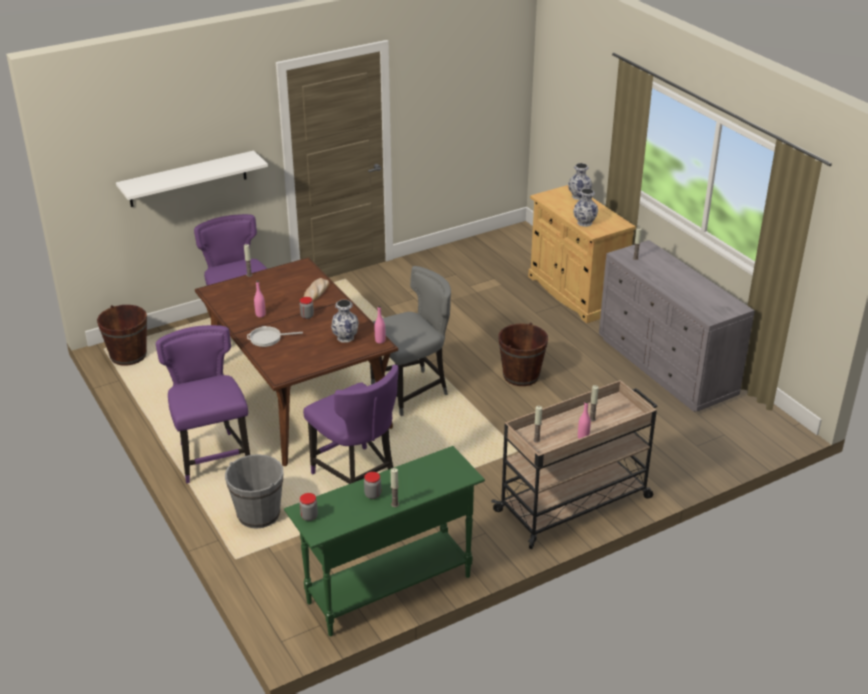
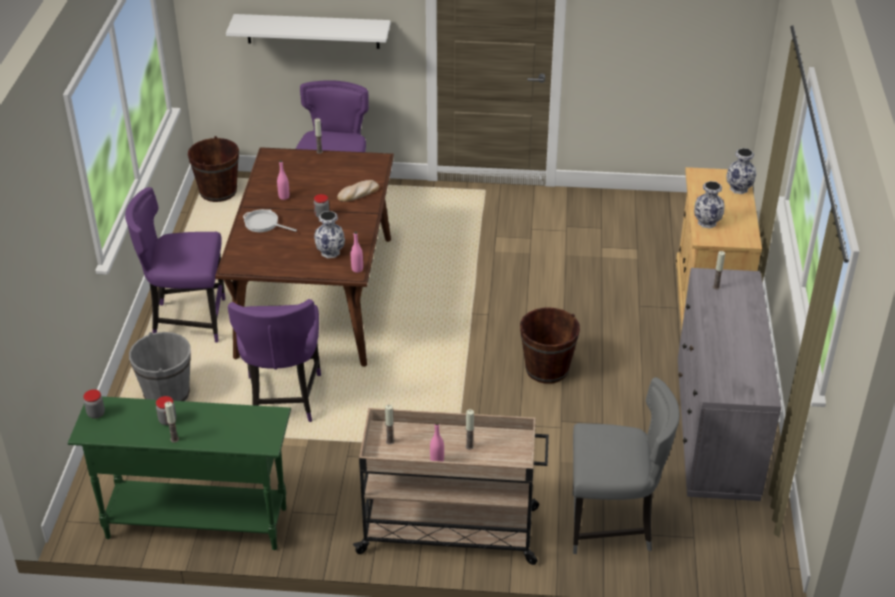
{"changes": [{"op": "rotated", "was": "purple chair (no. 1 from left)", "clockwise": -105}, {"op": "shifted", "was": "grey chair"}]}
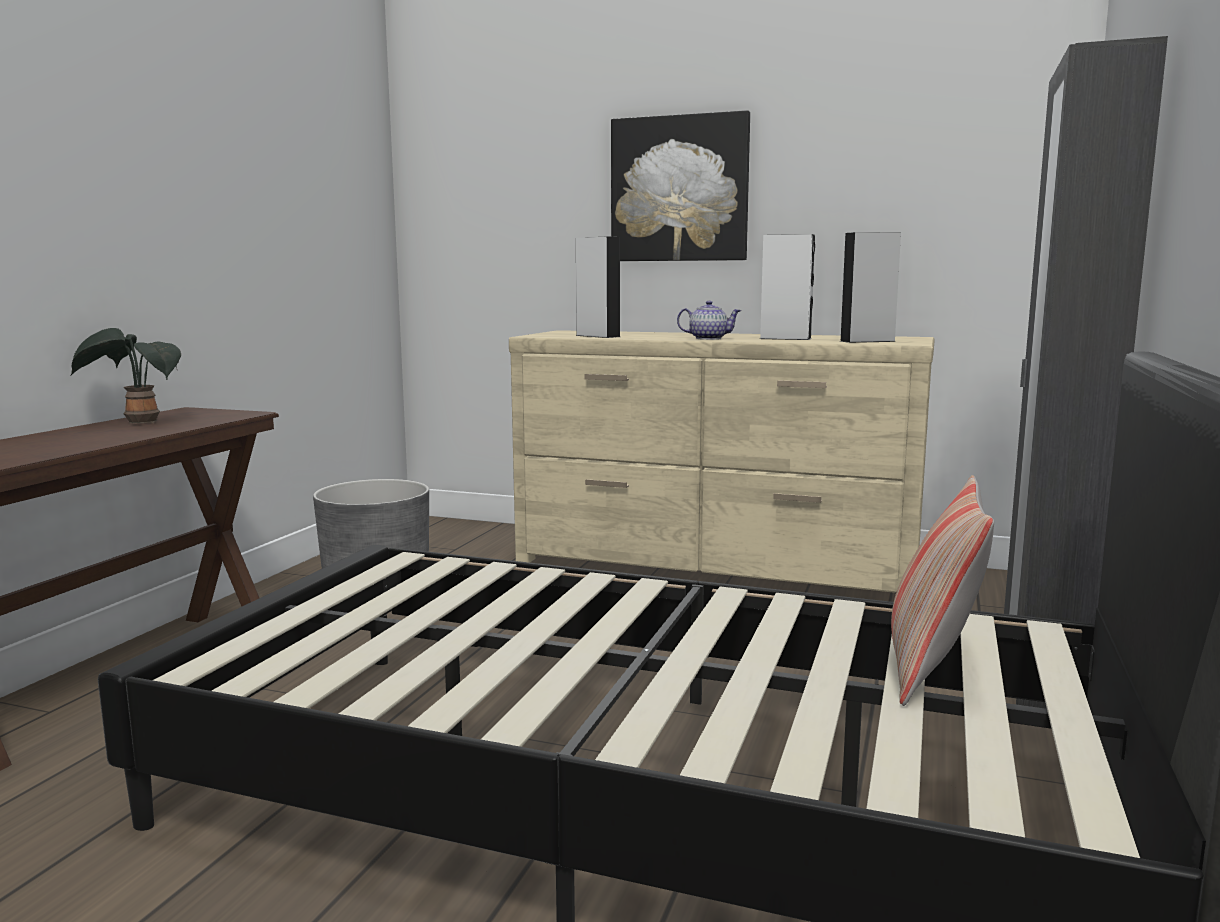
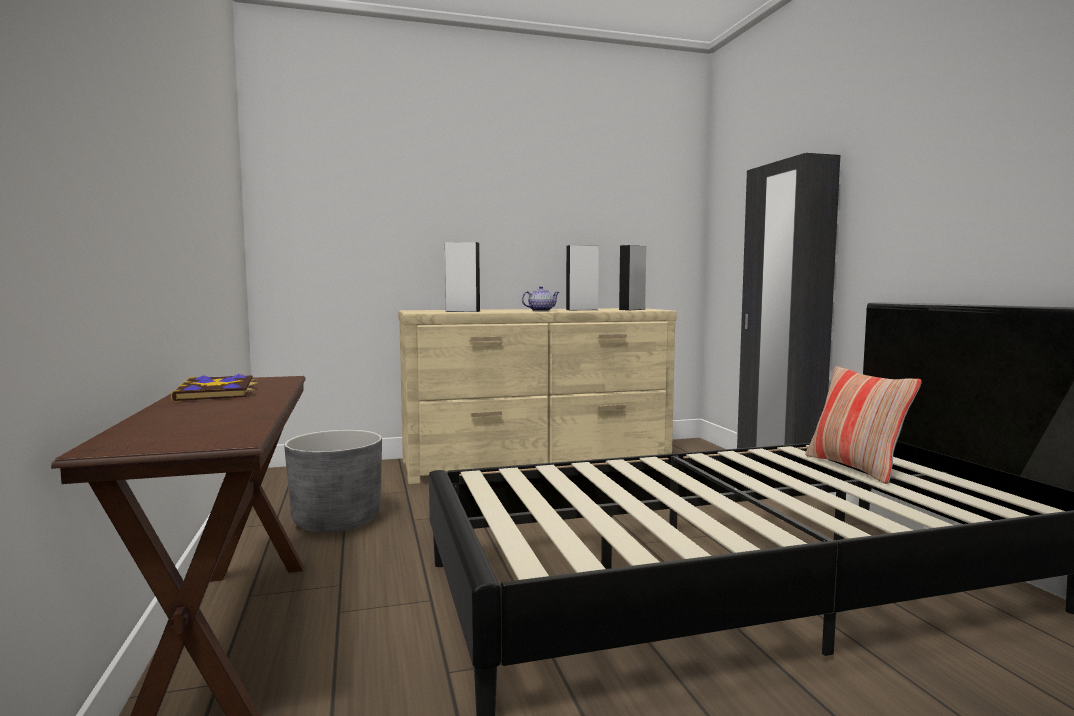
{"changes": [{"op": "swapped", "was": "potted plant", "now": "book"}, {"op": "gone", "was": "picture"}]}
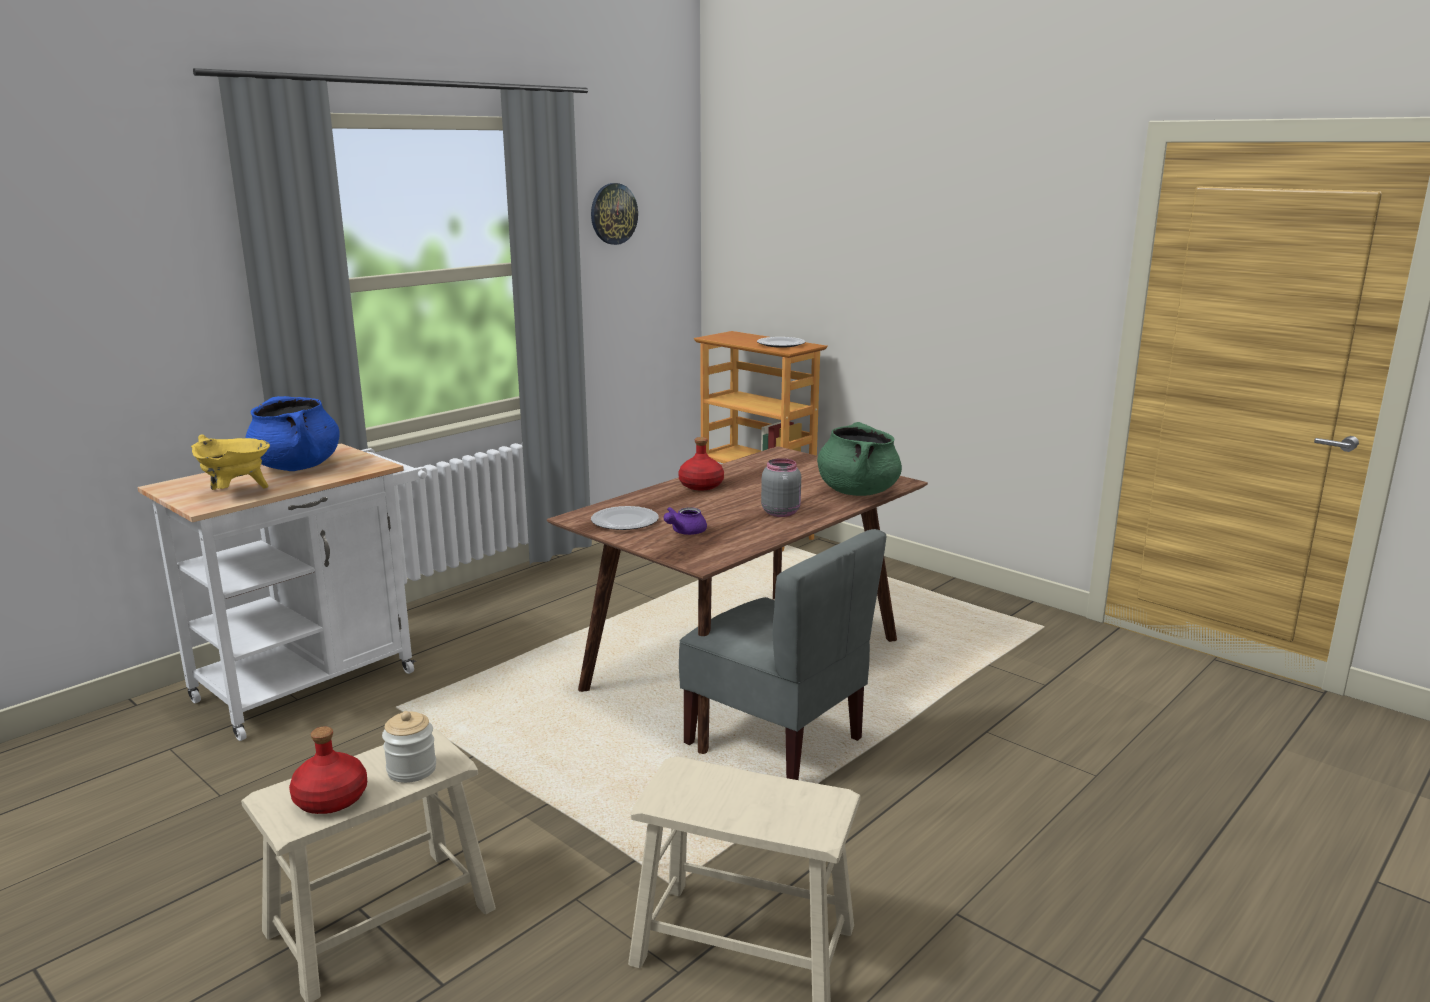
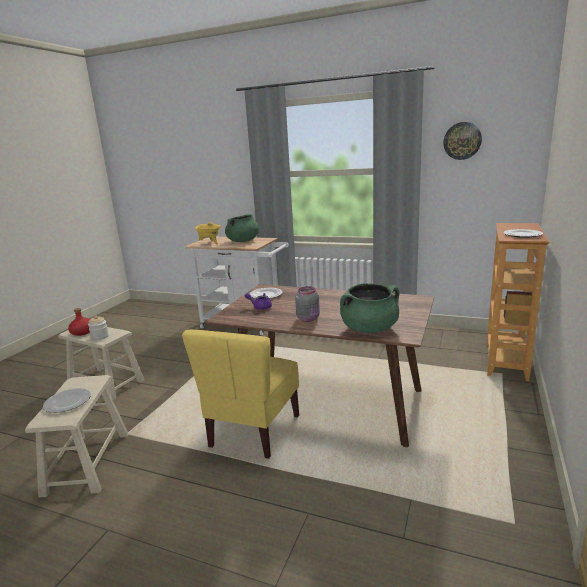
{"changes": [{"op": "repainted", "was": "blue cooking pot", "now": "green cooking pot (no. 1 from left)"}, {"op": "gone", "was": "red bottle (no. 2 from left)"}, {"op": "repainted", "was": "grey chair", "now": "yellow chair"}, {"op": "new", "now": "plate (no. 1 from left)"}]}
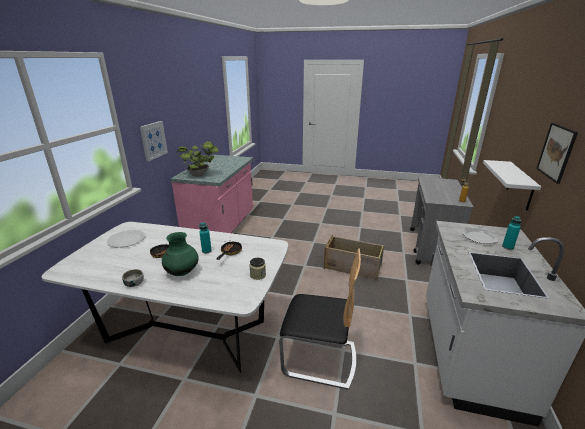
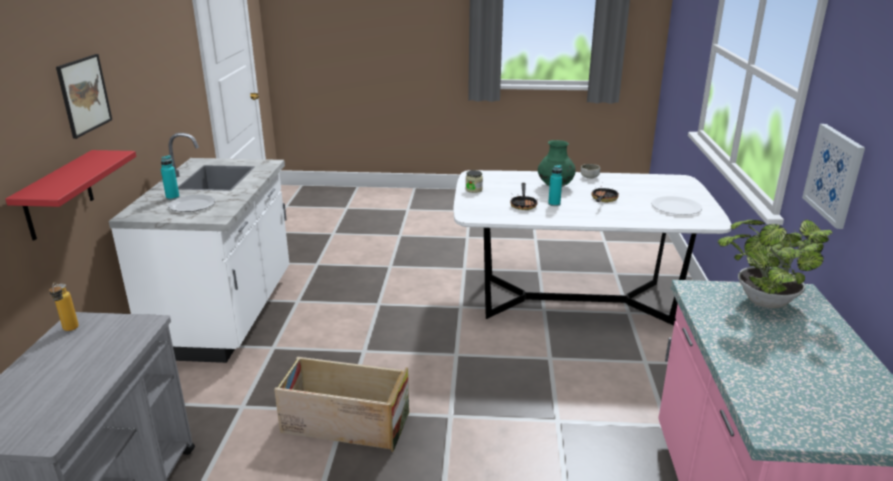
{"changes": [{"op": "gone", "was": "chair"}, {"op": "repainted", "was": "white shelf", "now": "red shelf"}]}
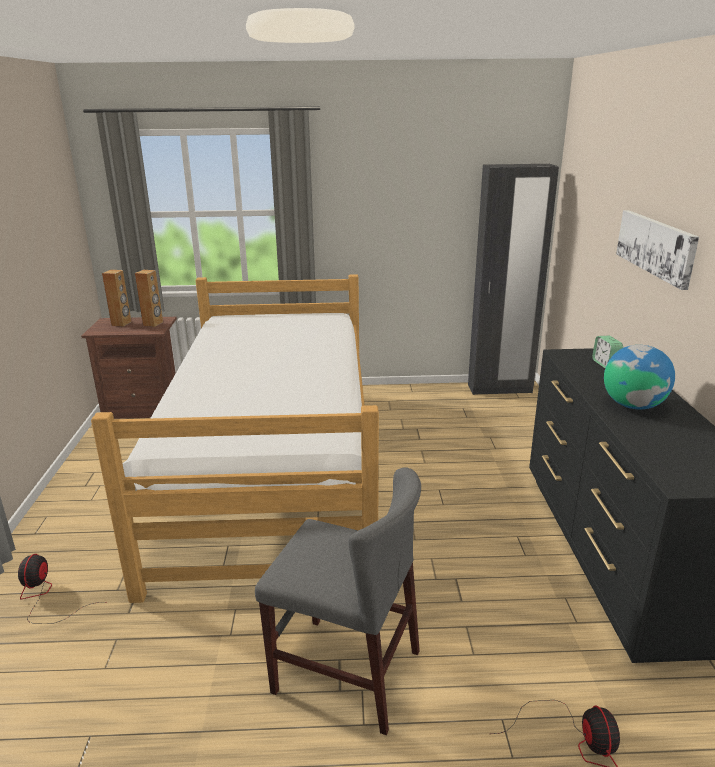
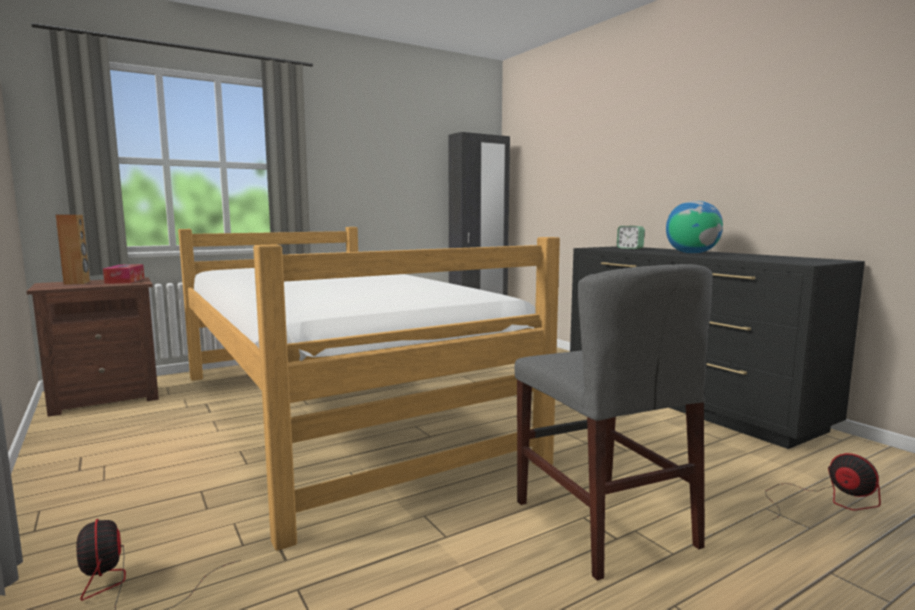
{"changes": [{"op": "swapped", "was": "brown speaker (no. 2 from left)", "now": "tissue box"}, {"op": "rotated", "was": "grey chair", "clockwise": 75}, {"op": "gone", "was": "picture"}]}
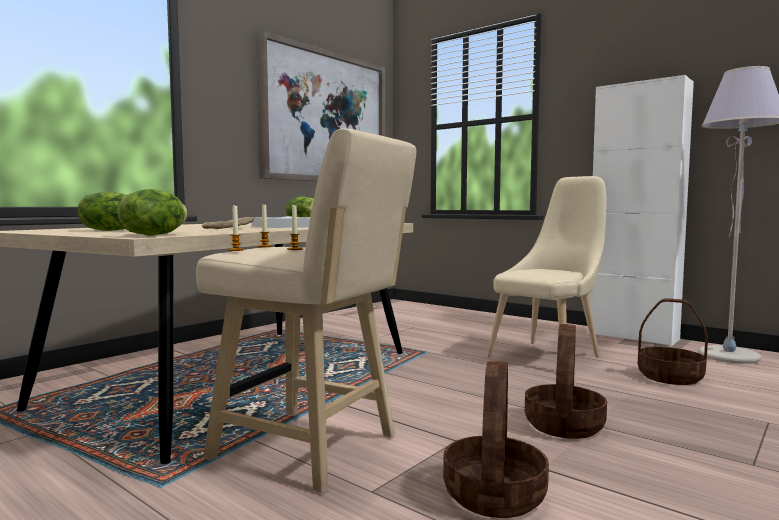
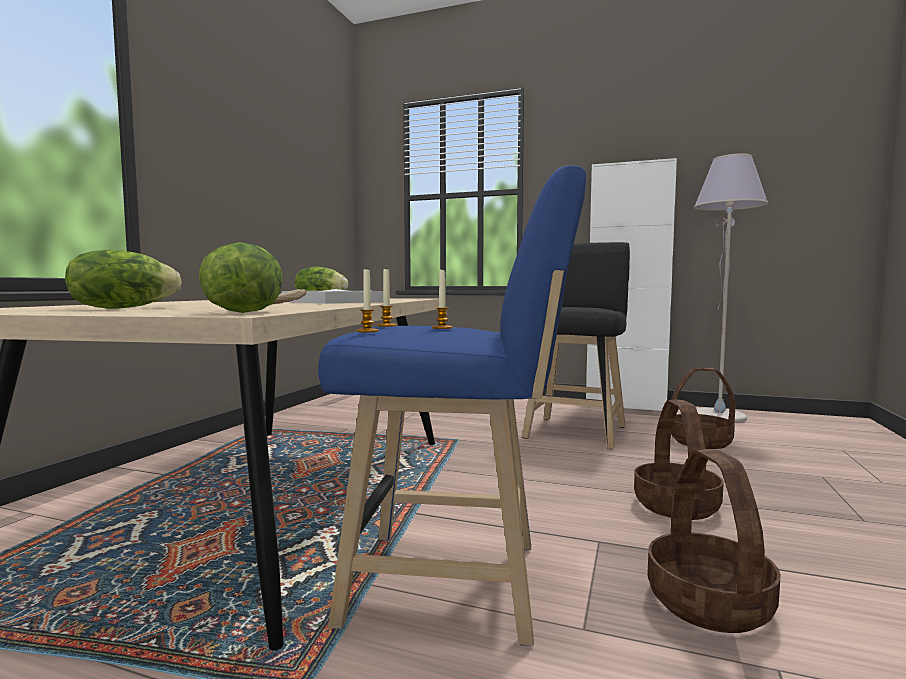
{"changes": [{"op": "repainted", "was": "beige stool", "now": "blue stool"}, {"op": "gone", "was": "picture"}, {"op": "swapped", "was": "beige chair", "now": "black stool"}]}
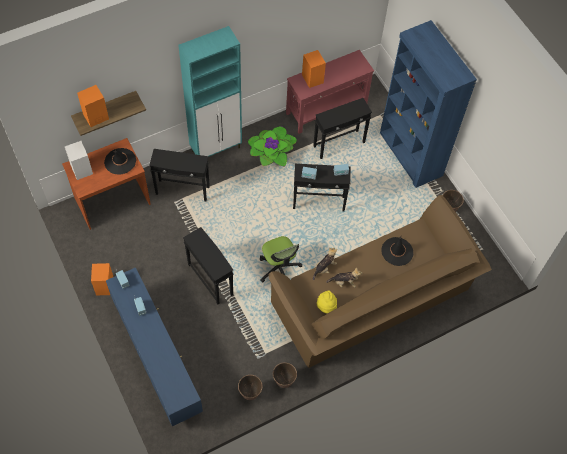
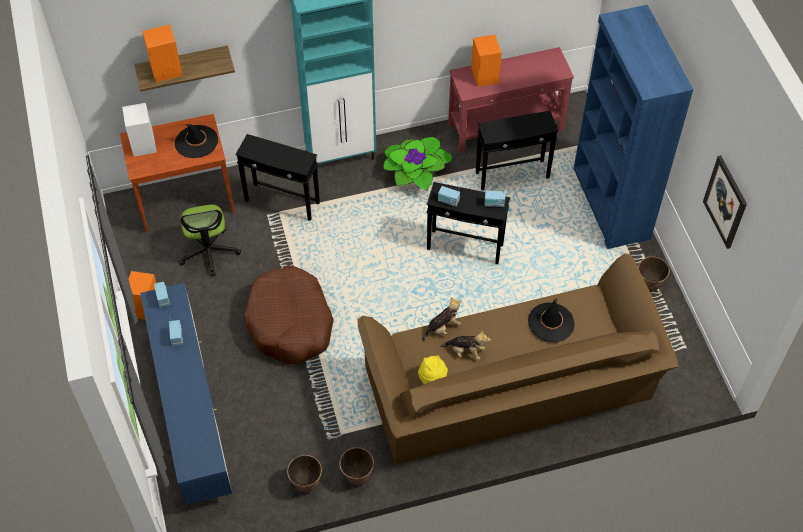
{"changes": [{"op": "swapped", "was": "black side table (no. 2 from left)", "now": "brown dog bed"}, {"op": "shifted", "was": "office chair"}, {"op": "new", "now": "picture"}]}
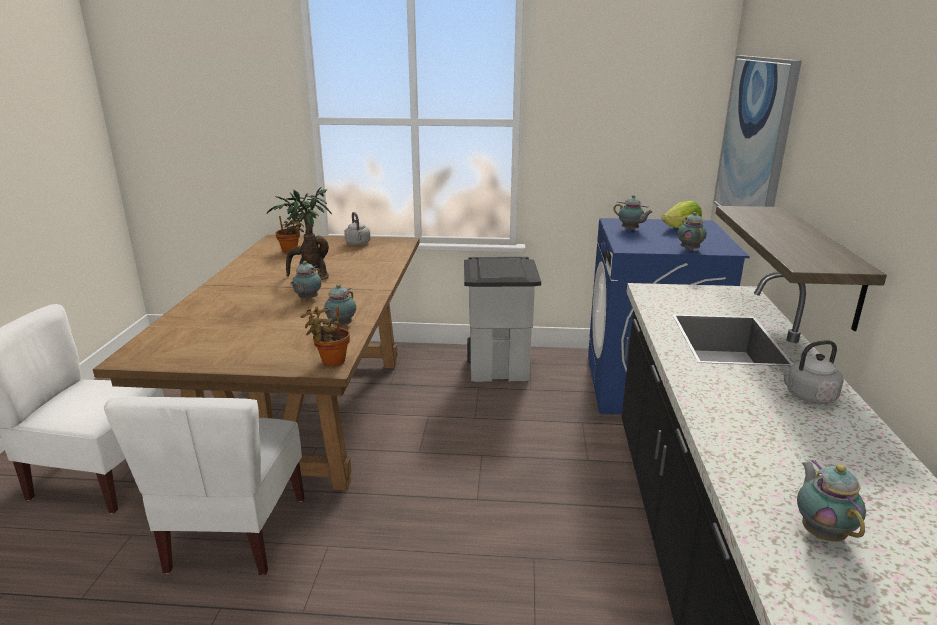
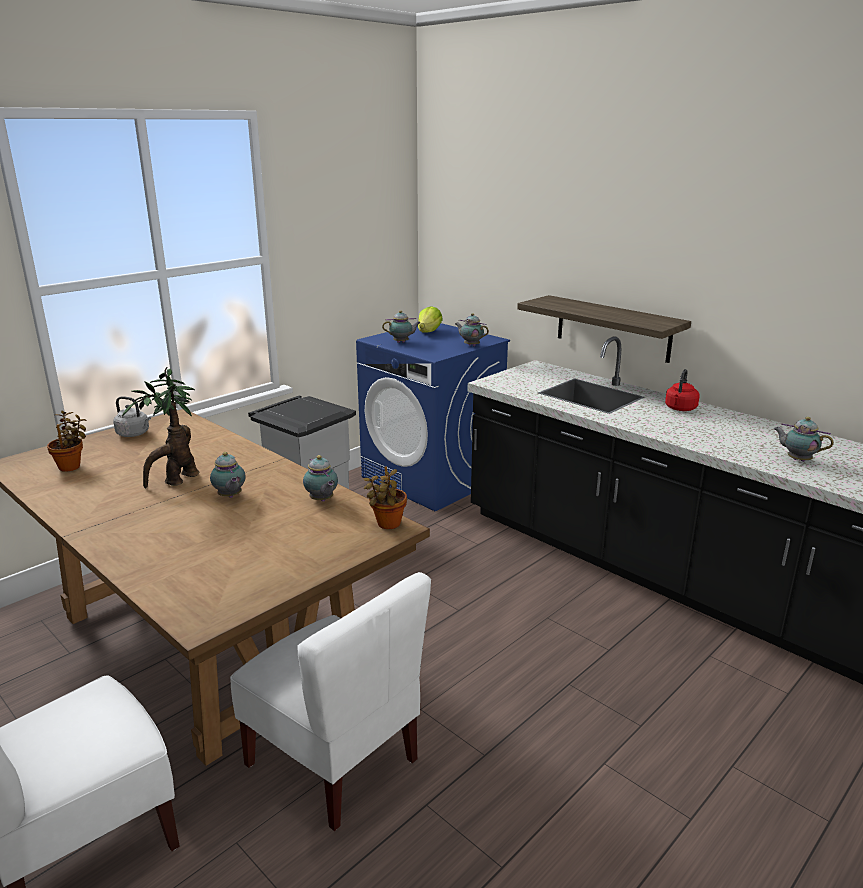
{"changes": [{"op": "gone", "was": "picture"}, {"op": "repainted", "was": "grey kettle (no. 2 from left)", "now": "red kettle"}]}
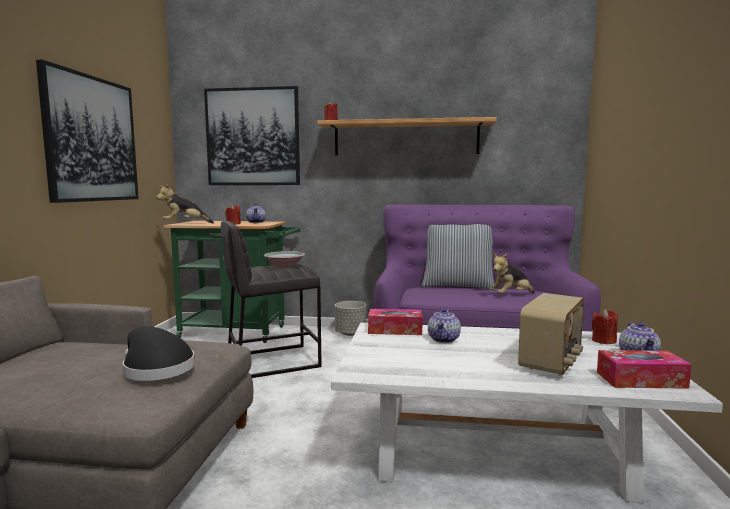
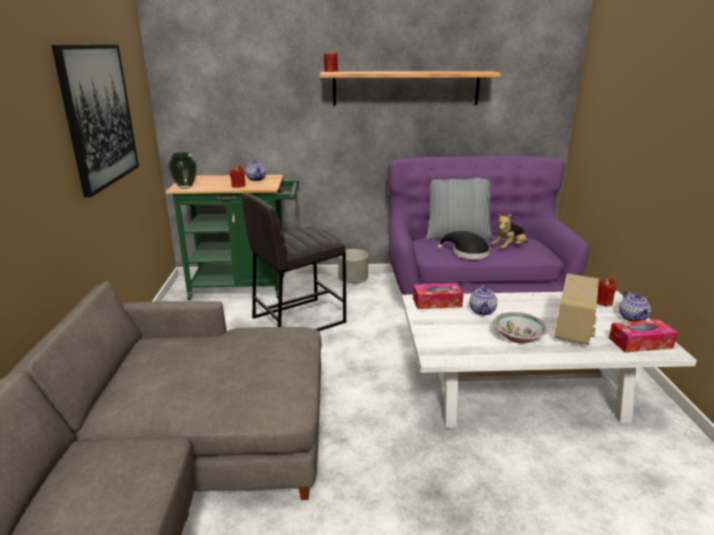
{"changes": [{"op": "shifted", "was": "black hat"}, {"op": "swapped", "was": "plush toy (no. 1 from left)", "now": "vase"}, {"op": "gone", "was": "picture (no. 2 from left)"}, {"op": "shifted", "was": "bowl"}]}
